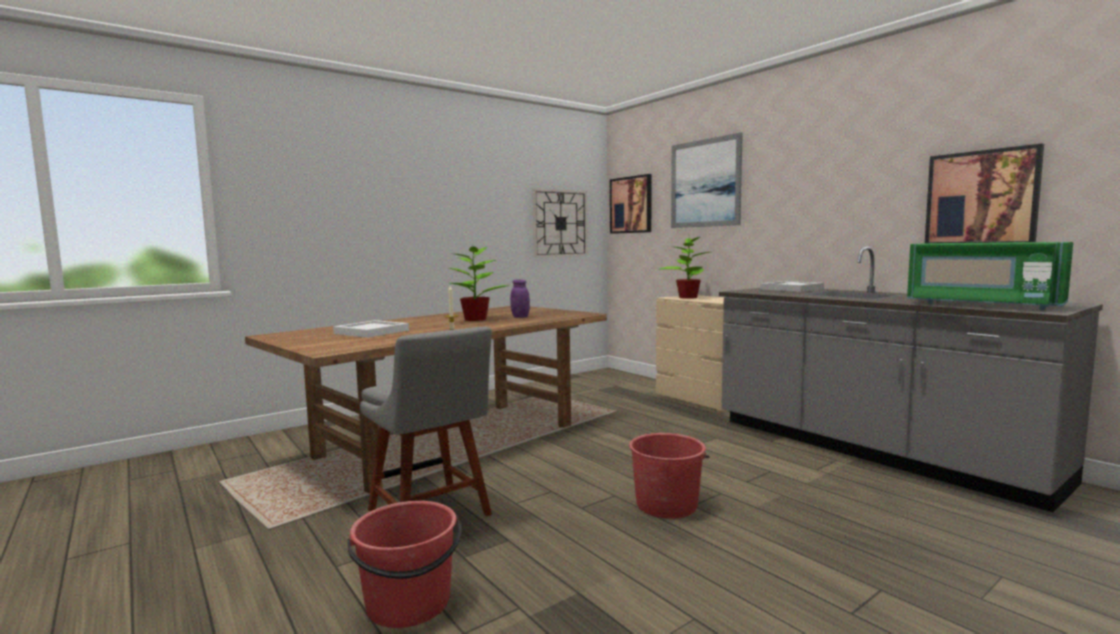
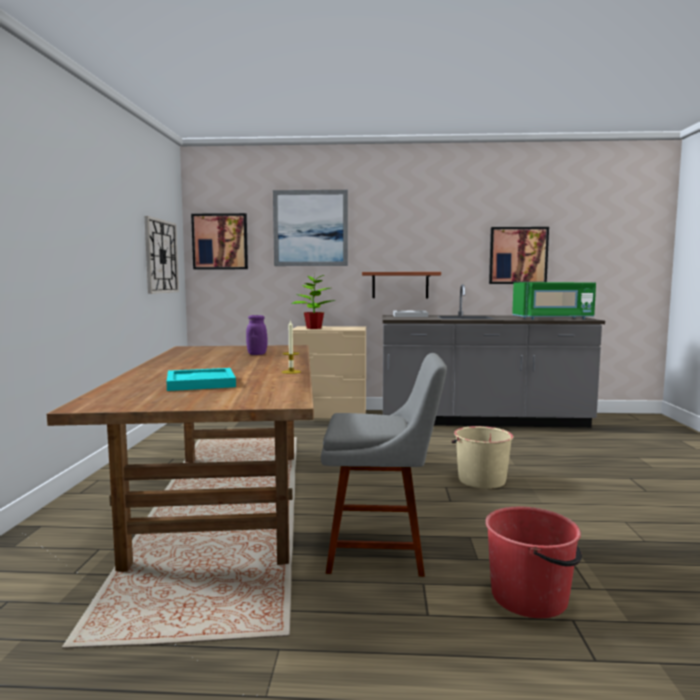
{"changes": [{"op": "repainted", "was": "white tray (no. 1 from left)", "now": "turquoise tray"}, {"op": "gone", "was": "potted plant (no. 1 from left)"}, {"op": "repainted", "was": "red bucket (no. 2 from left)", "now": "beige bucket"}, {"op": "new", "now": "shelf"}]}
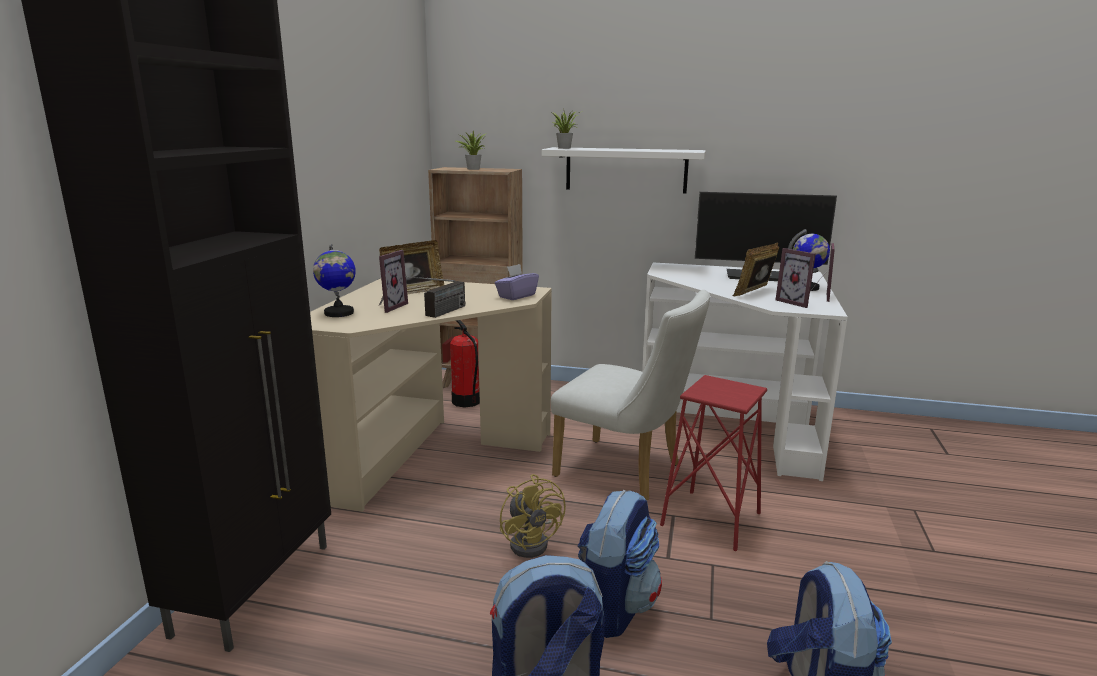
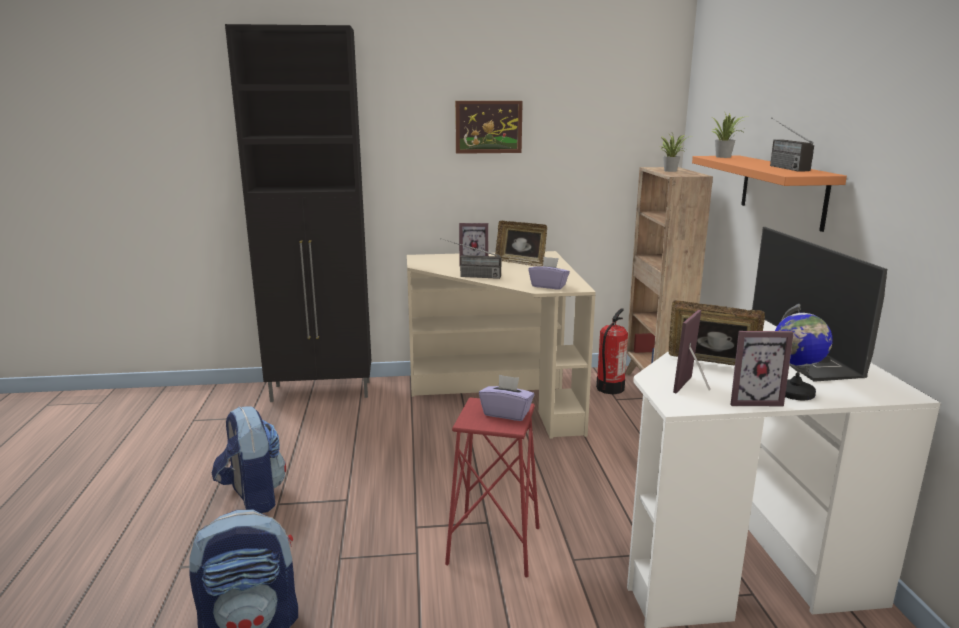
{"changes": [{"op": "gone", "was": "globe (no. 1 from left)"}, {"op": "gone", "was": "yellow fan"}, {"op": "repainted", "was": "white shelf", "now": "orange shelf"}, {"op": "gone", "was": "white chair"}, {"op": "gone", "was": "backpack (no. 2 from left)"}, {"op": "new", "now": "picture"}, {"op": "new", "now": "purple tissue box (no. 1 from left)"}, {"op": "new", "now": "radio (no. 2 from left)"}]}
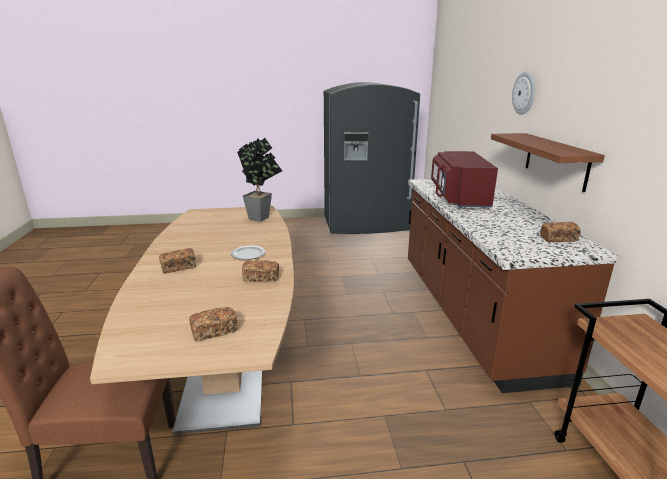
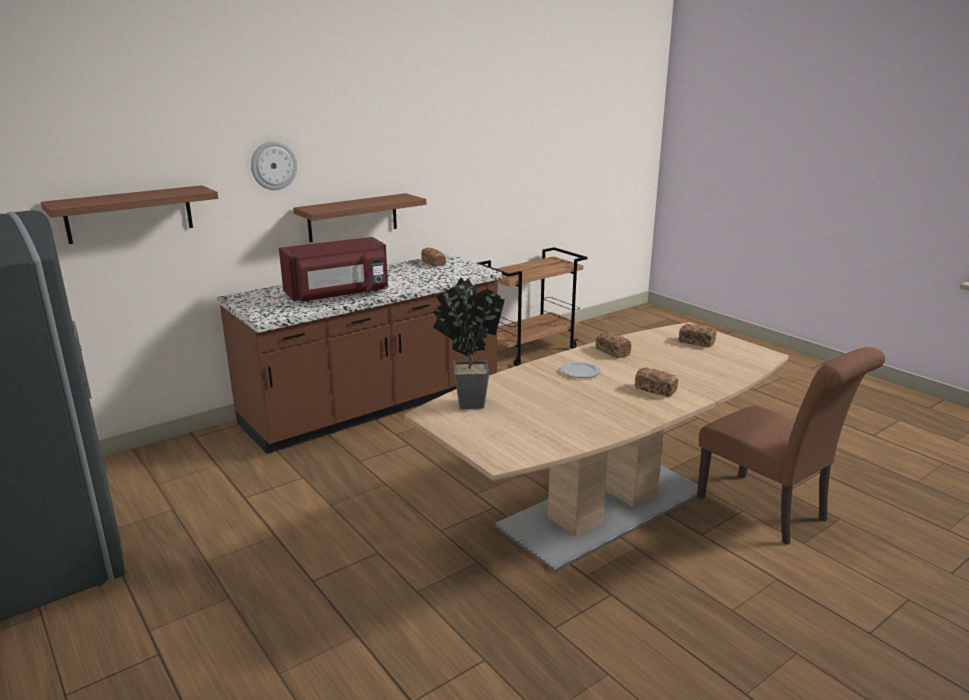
{"changes": [{"op": "new", "now": "shelf (no. 1 from left)"}]}
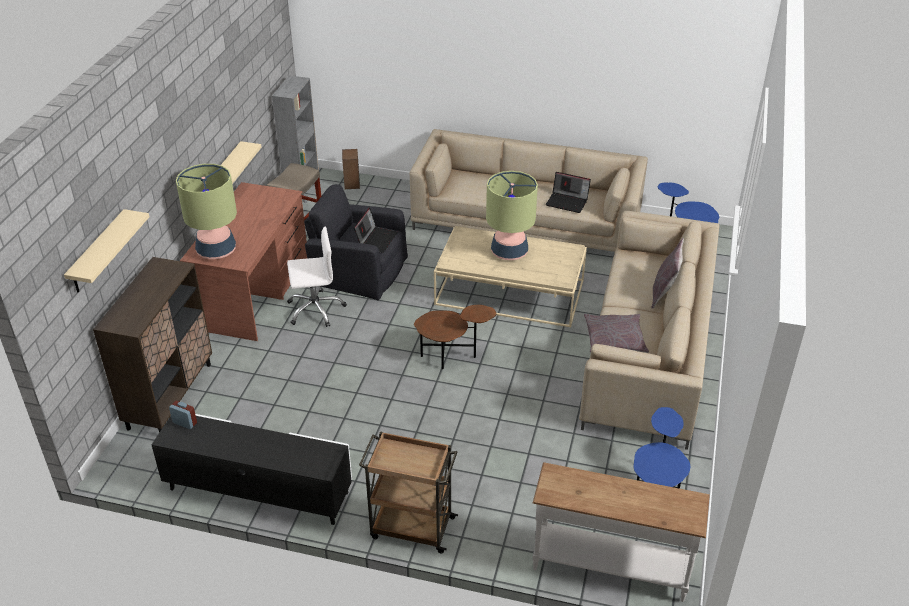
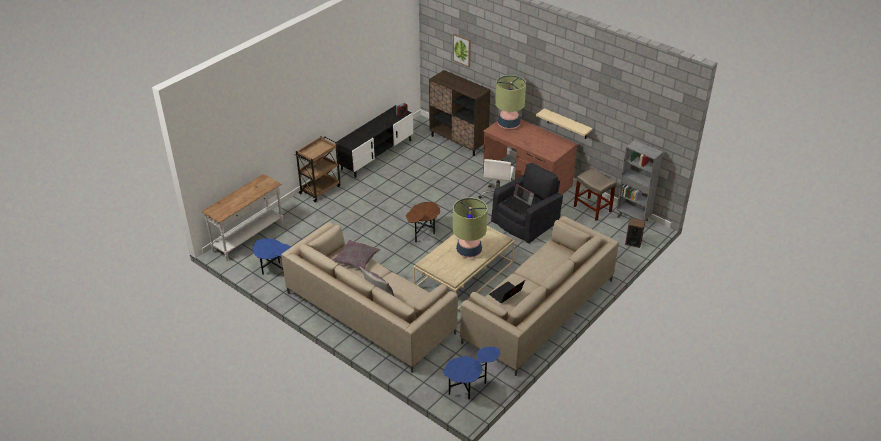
{"changes": [{"op": "swapped", "was": "beige shelf (no. 1 from left)", "now": "picture"}]}
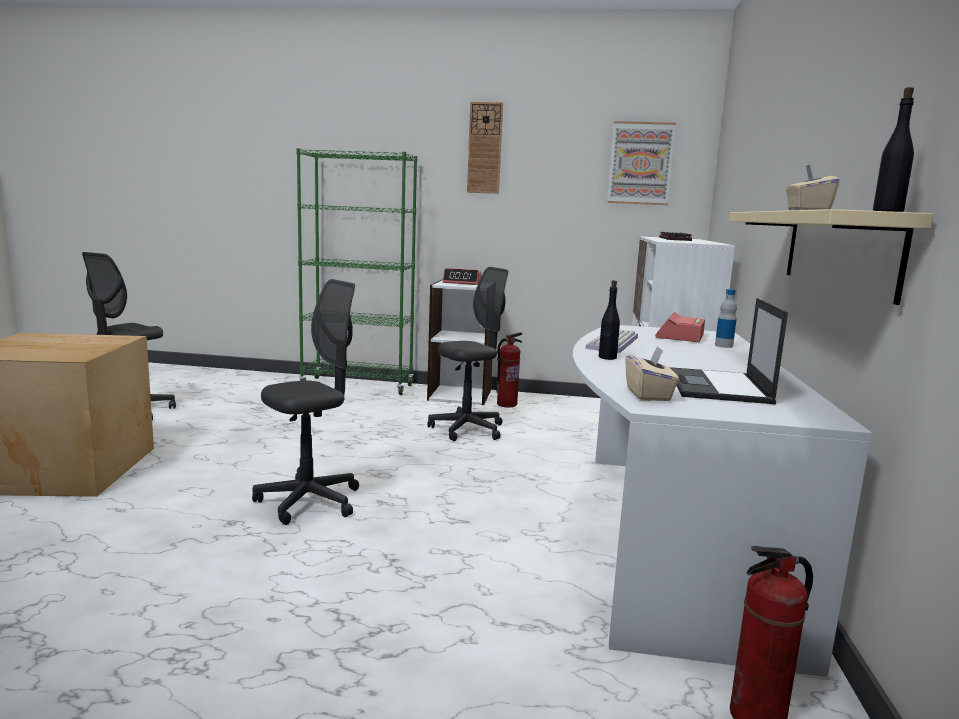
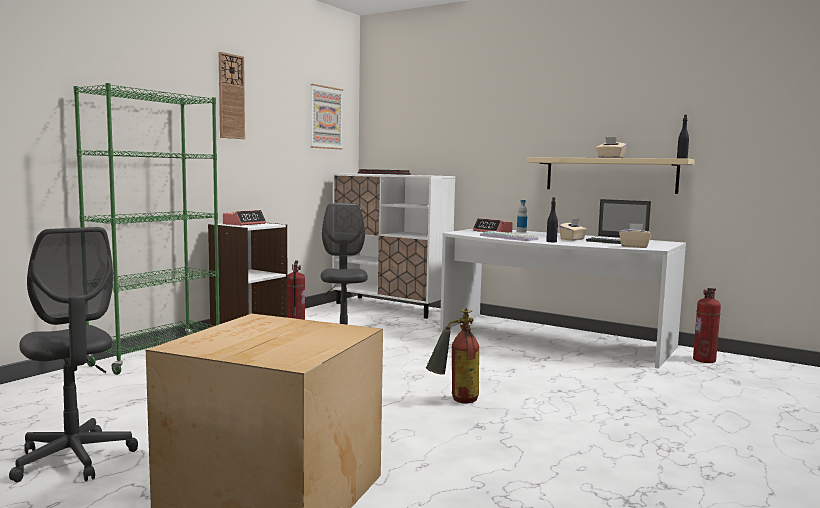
{"changes": [{"op": "swapped", "was": "grey office chair (no. 2 from left)", "now": "fire extinguisher (no. 2 from left)"}, {"op": "new", "now": "beige tissue box (no. 1 from left)"}]}
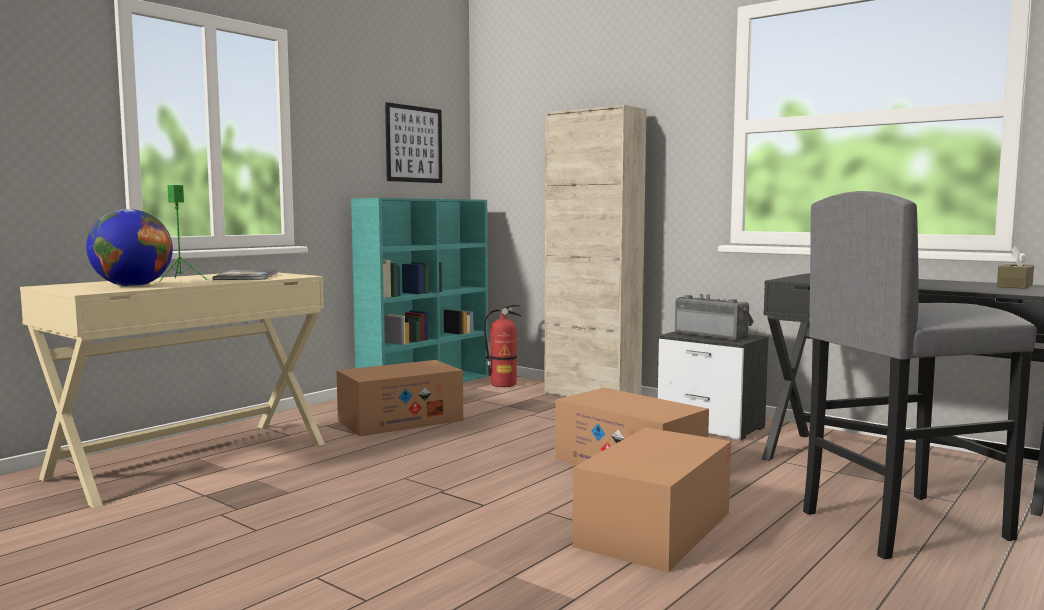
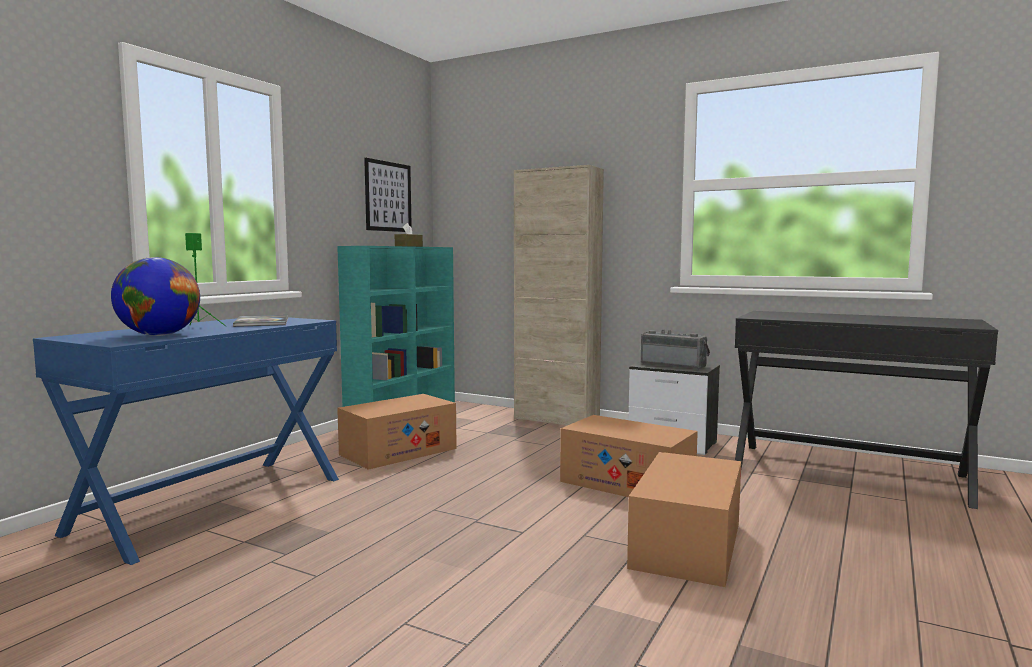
{"changes": [{"op": "repainted", "was": "beige desk", "now": "blue desk"}, {"op": "gone", "was": "fire extinguisher"}, {"op": "gone", "was": "grey stool"}, {"op": "shifted", "was": "brown tissue box"}]}
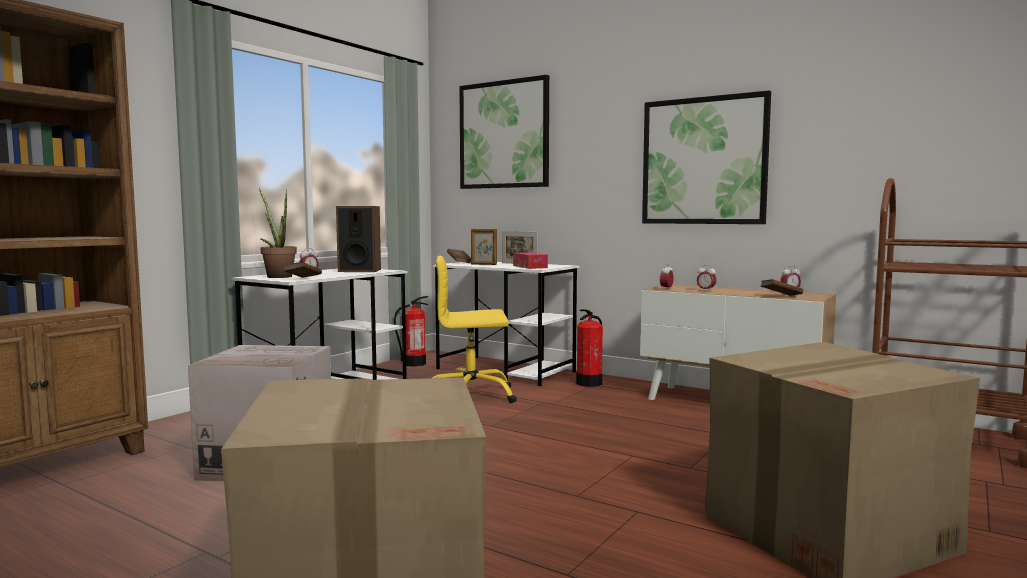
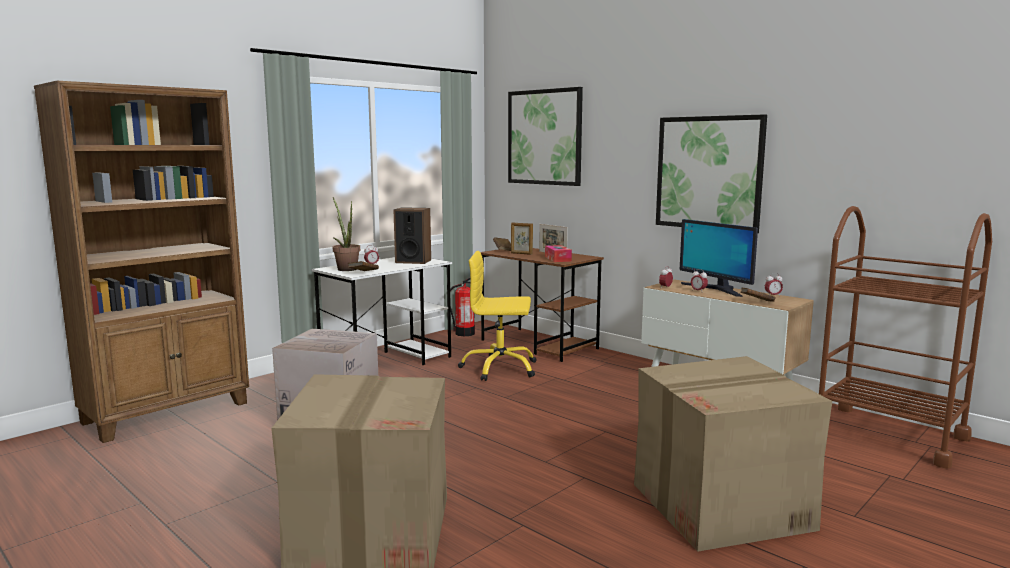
{"changes": [{"op": "repainted", "was": "white desk (no. 2 from left)", "now": "brown desk"}, {"op": "gone", "was": "fire extinguisher (no. 2 from left)"}, {"op": "new", "now": "monitor"}]}
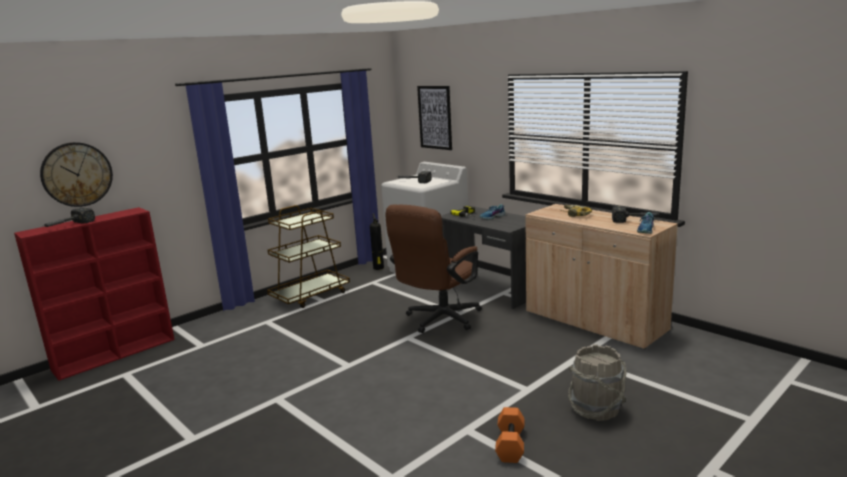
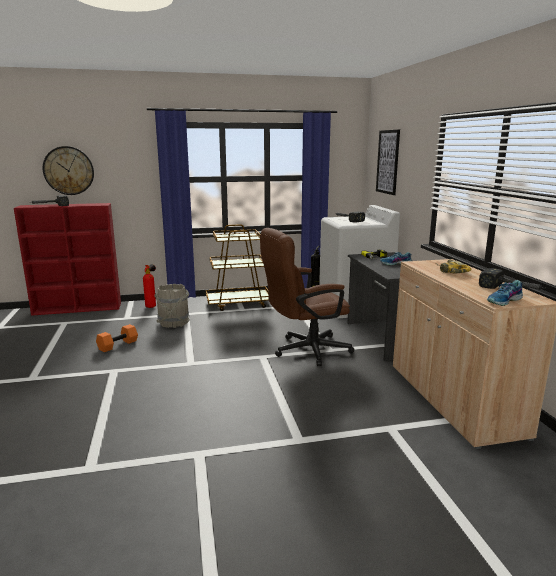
{"changes": [{"op": "shifted", "was": "orange dumbbell"}, {"op": "shifted", "was": "grey bucket"}, {"op": "new", "now": "fire extinguisher (no. 1 from left)"}]}
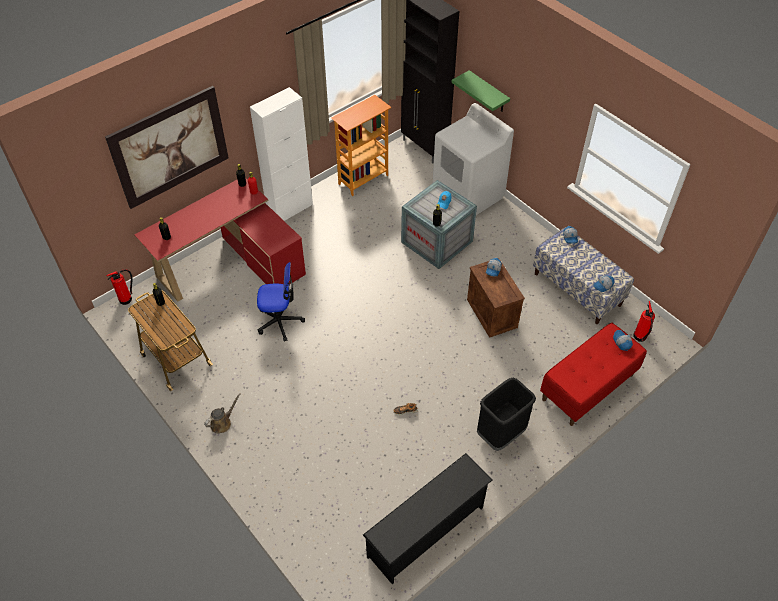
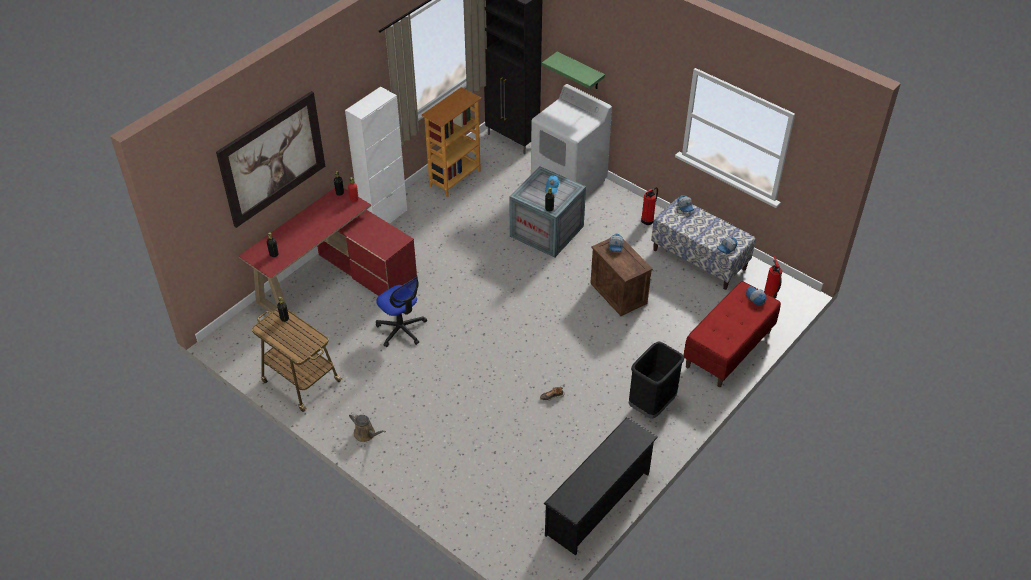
{"changes": [{"op": "shifted", "was": "fire extinguisher (no. 1 from left)"}, {"op": "rotated", "was": "brown watering can", "clockwise": 90}, {"op": "rotated", "was": "office chair", "clockwise": 60}]}
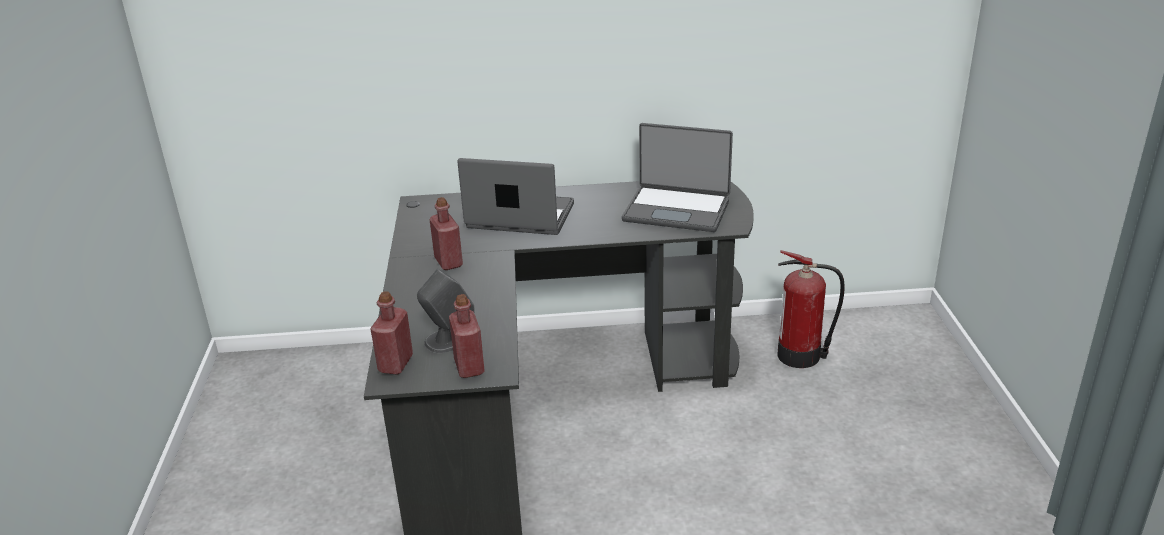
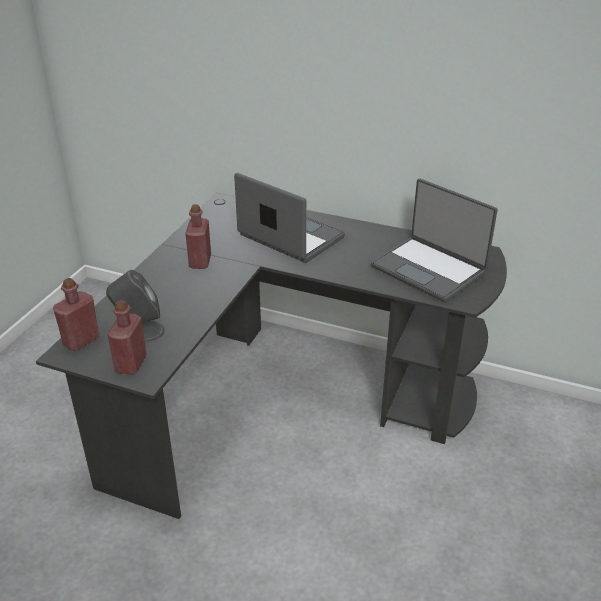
{"changes": [{"op": "gone", "was": "fire extinguisher"}]}
